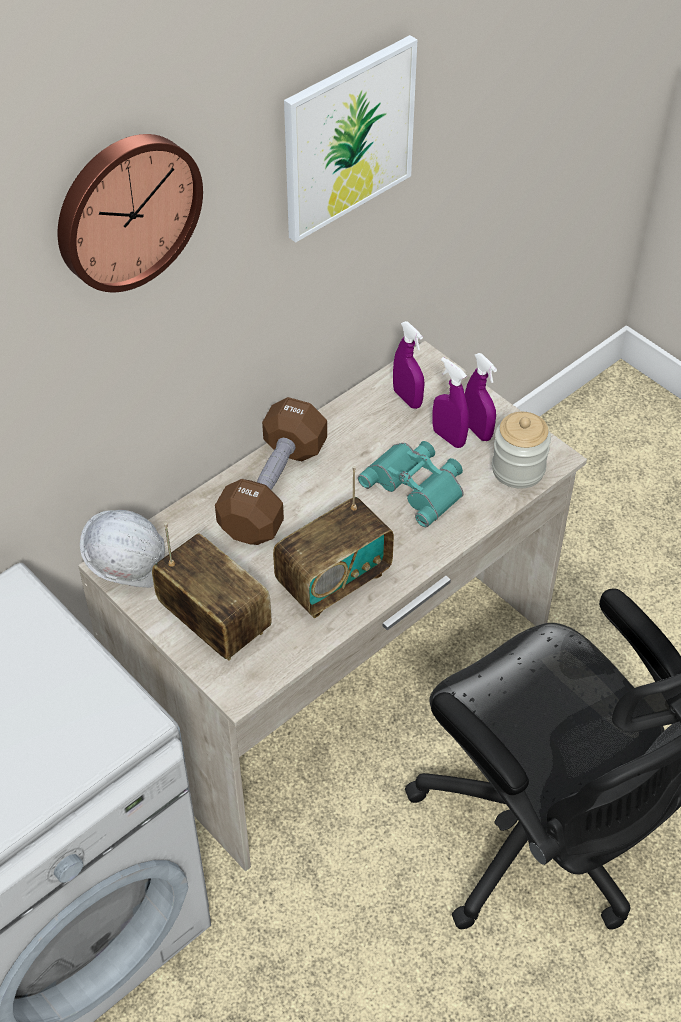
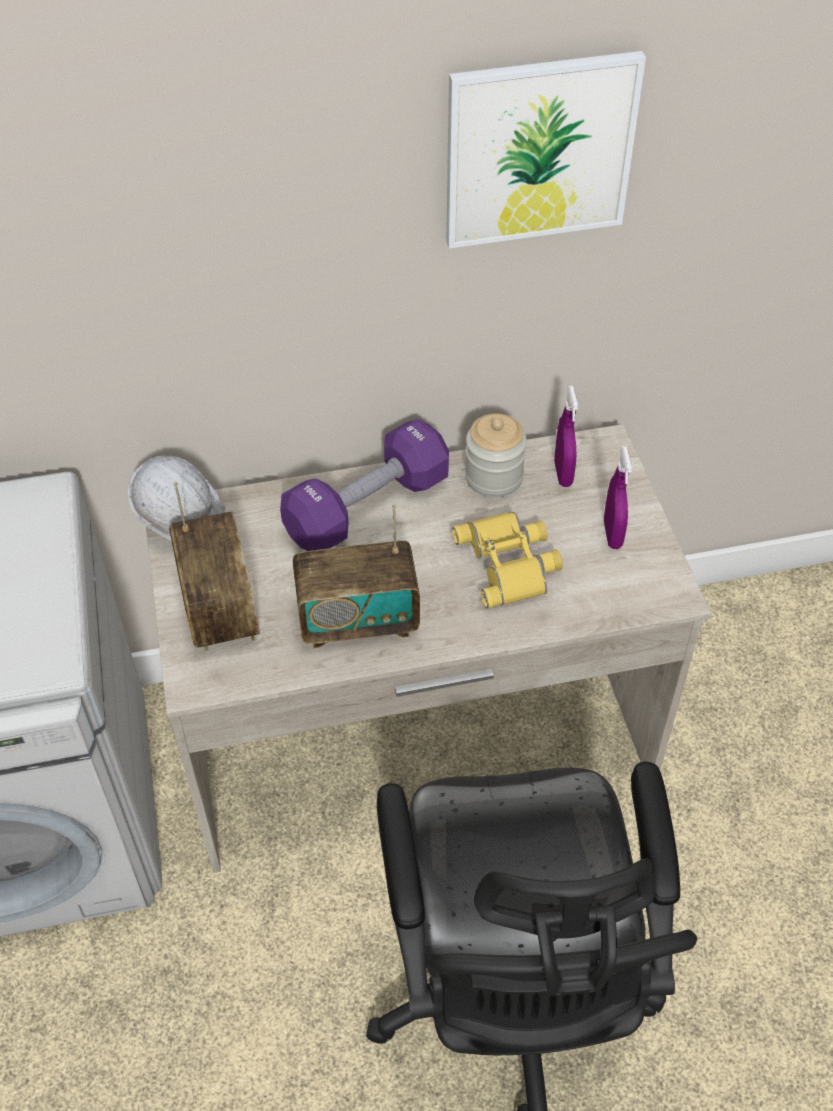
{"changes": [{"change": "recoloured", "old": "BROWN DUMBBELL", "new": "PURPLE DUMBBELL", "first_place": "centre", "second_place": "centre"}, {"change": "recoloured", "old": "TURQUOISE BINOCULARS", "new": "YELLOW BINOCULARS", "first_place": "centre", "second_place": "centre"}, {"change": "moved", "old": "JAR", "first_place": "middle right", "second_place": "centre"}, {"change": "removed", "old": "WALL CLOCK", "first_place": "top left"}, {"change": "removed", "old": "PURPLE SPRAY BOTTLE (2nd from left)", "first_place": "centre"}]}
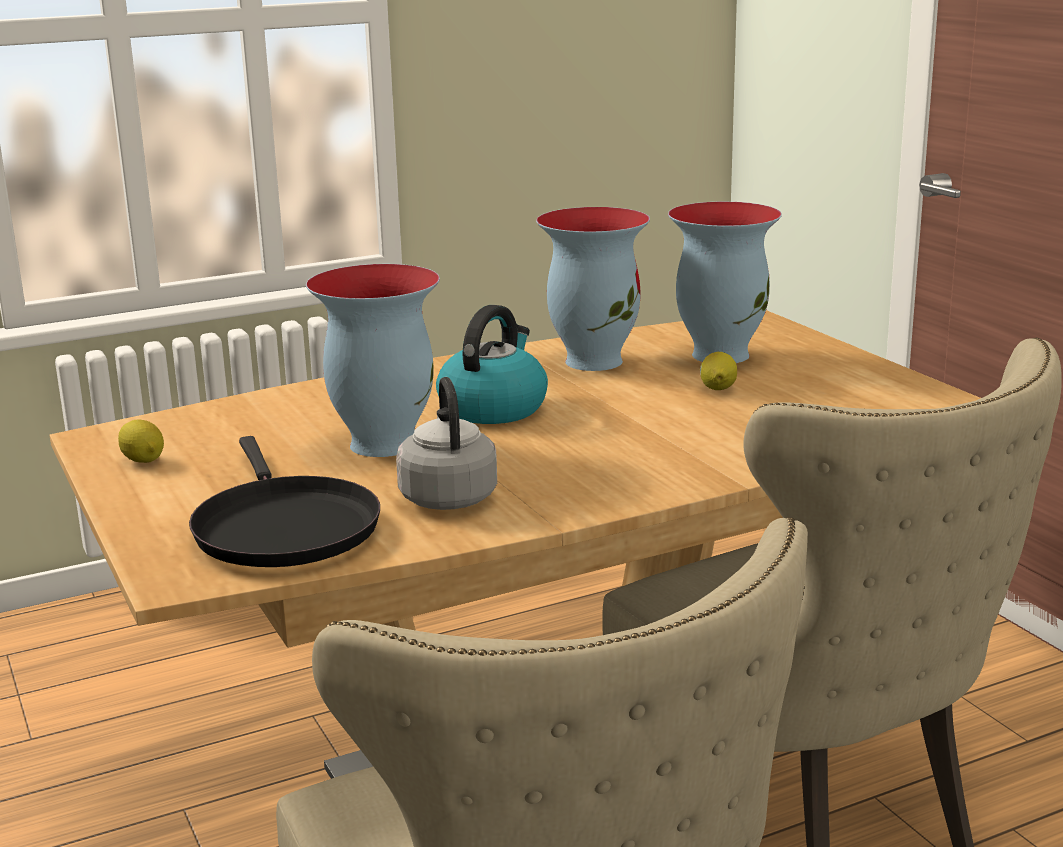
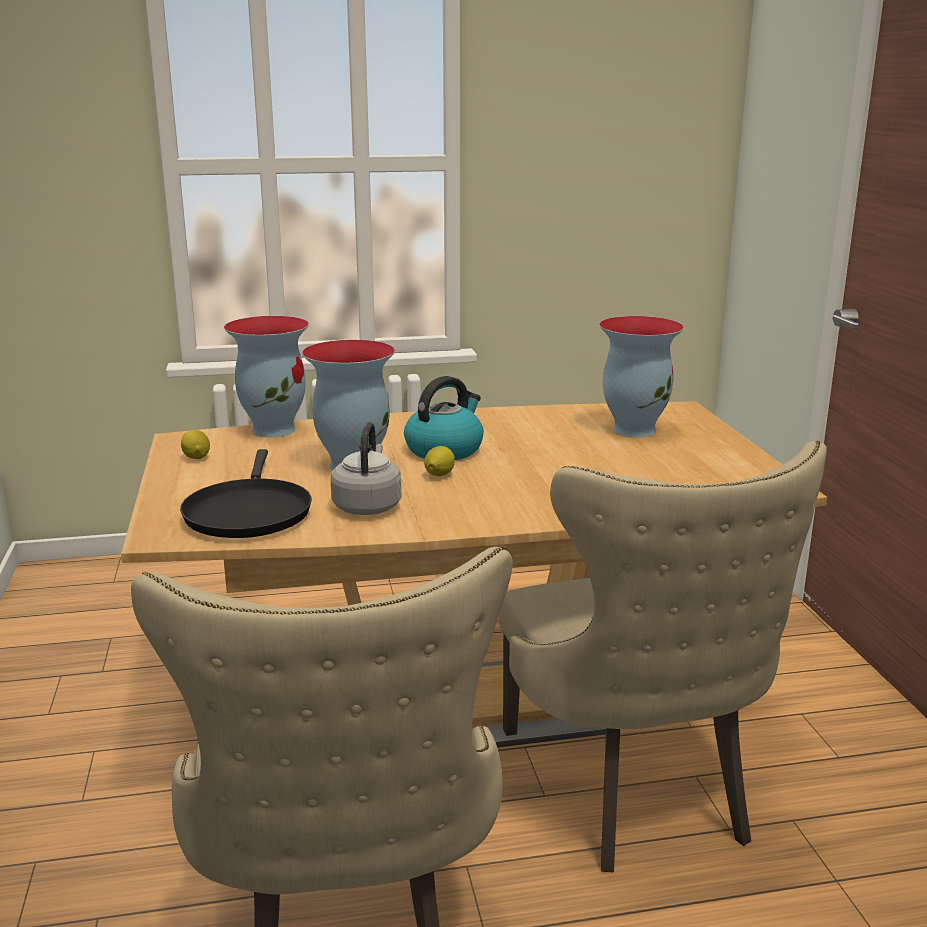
{"changes": [{"change": "moved", "old": "VASE (2nd from left in the first image)", "new": "VASE (1st from left)", "first_place": "centre", "second_place": "middle left"}, {"change": "moved", "old": "LEMON (2nd from left)", "first_place": "middle right", "second_place": "centre"}]}
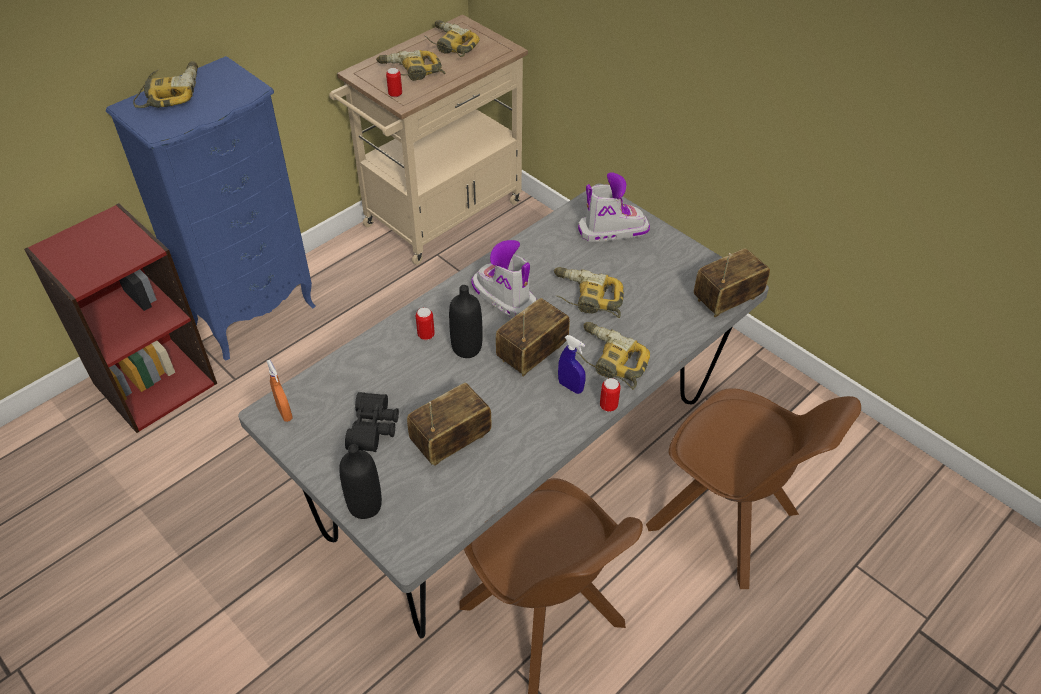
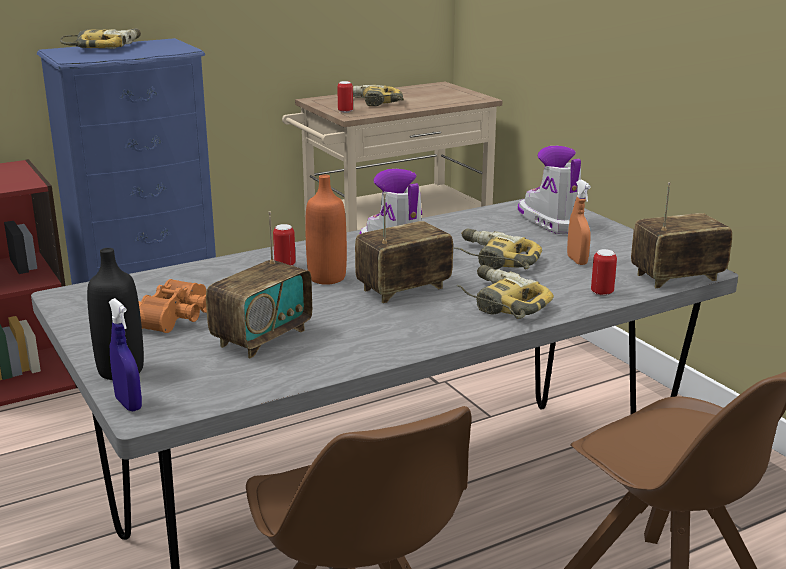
{"changes": [{"change": "moved", "old": "BLUE SPRAY BOTTLE", "first_place": "centre", "second_place": "middle left"}, {"change": "recoloured", "old": "BLACK BINOCULARS", "new": "ORANGE BINOCULARS", "first_place": "centre", "second_place": "middle left"}, {"change": "turned", "old": "RADIO (1st from left)", "first_place": "centre", "second_place": "middle left", "degrees": 150}, {"change": "recoloured", "old": "BLACK BOTTLE (2nd from left)", "new": "ORANGE BOTTLE", "first_place": "centre", "second_place": "centre"}, {"change": "turned", "old": "BOOT (2nd from left)", "first_place": "top centre", "second_place": "middle right", "degrees": -120}, {"change": "moved", "old": "ORANGE SPRAY BOTTLE", "first_place": "middle left", "second_place": "middle right"}, {"change": "moved", "old": "CAN (3rd from left)", "first_place": "centre", "second_place": "middle right"}, {"change": "removed", "old": "POWER DRILL (3rd from left)", "first_place": "top centre"}]}
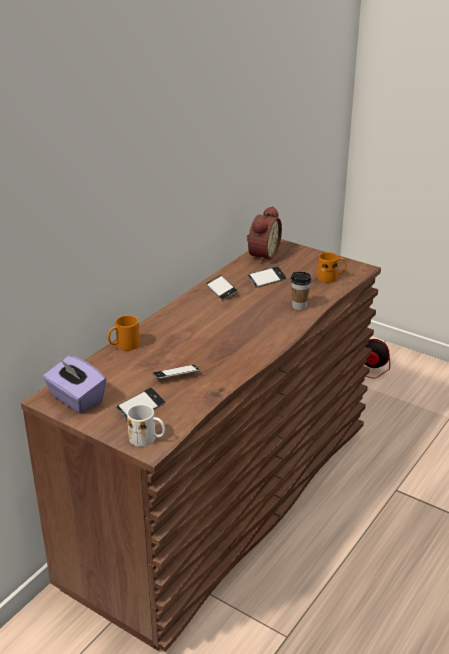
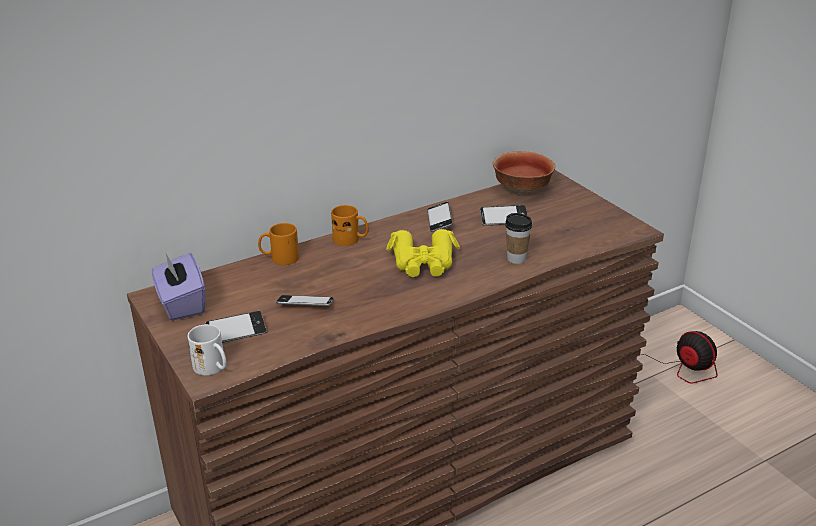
{"changes": [{"change": "moved", "old": "ORANGE MUG (2nd from left)", "first_place": "middle right", "second_place": "centre"}, {"change": "added", "new": "YELLOW BINOCULARS", "second_place": "centre"}, {"change": "replaced", "old": "ALARM CLOCK", "new": "BOWL", "first_place": "centre", "second_place": "top centre"}]}
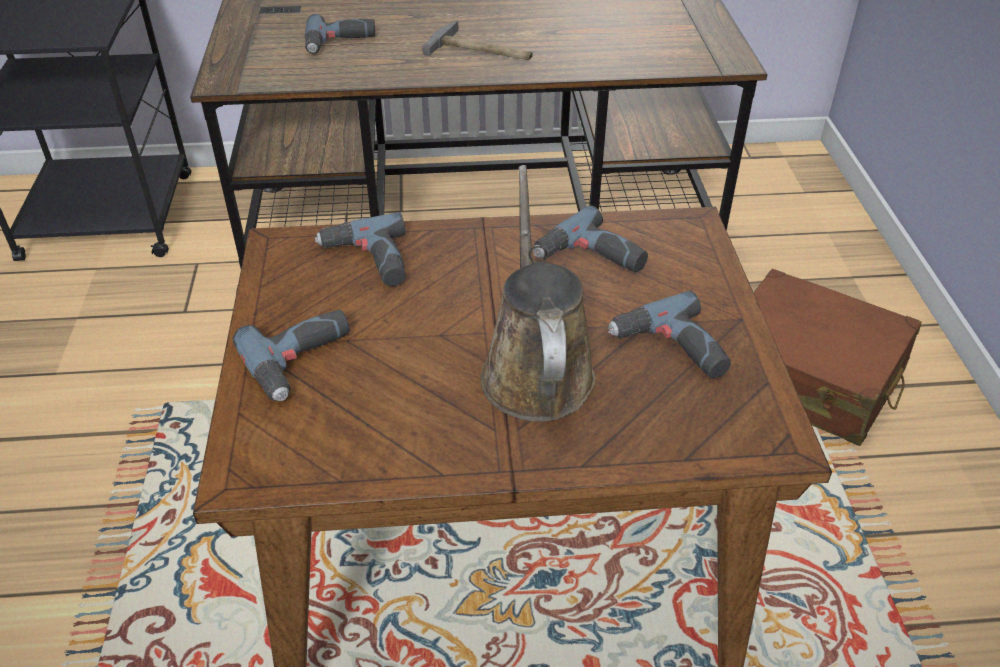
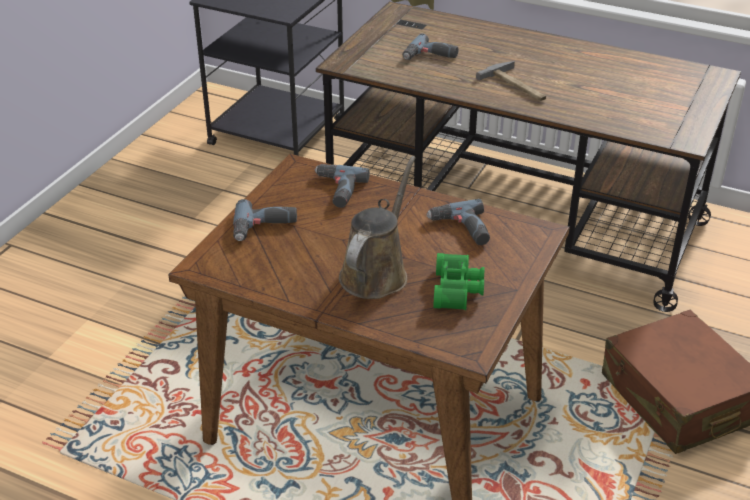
{"changes": [{"change": "replaced", "old": "POWER DRILL (5th from left)", "new": "GREEN BINOCULARS", "first_place": "middle right", "second_place": "centre"}]}
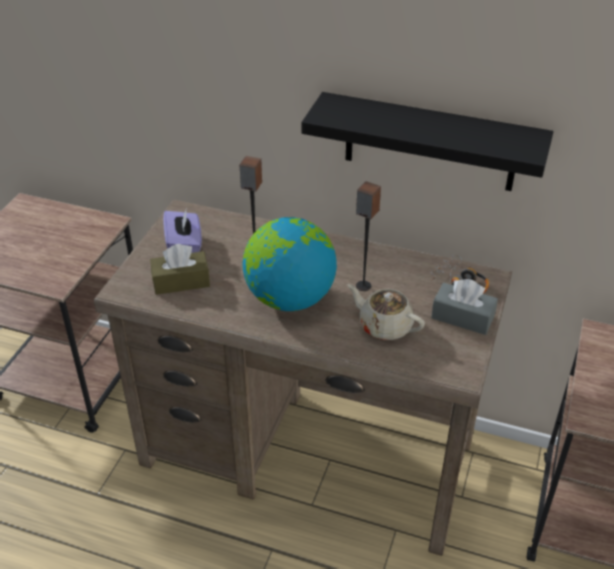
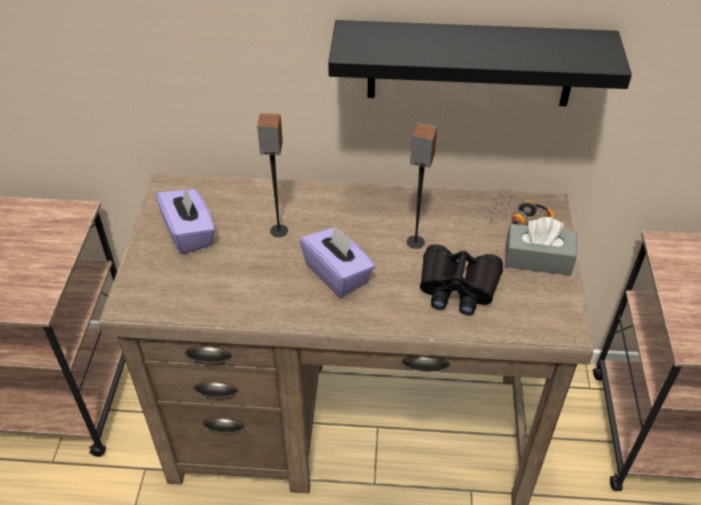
{"changes": [{"change": "replaced", "old": "GLOBE", "new": "PURPLE TISSUE BOX (2nd from left)", "first_place": "centre", "second_place": "centre"}, {"change": "replaced", "old": "BEIGE TEAPOT", "new": "BLACK BINOCULARS", "first_place": "centre", "second_place": "centre"}, {"change": "removed", "old": "BROWN TISSUE BOX", "first_place": "middle left"}]}
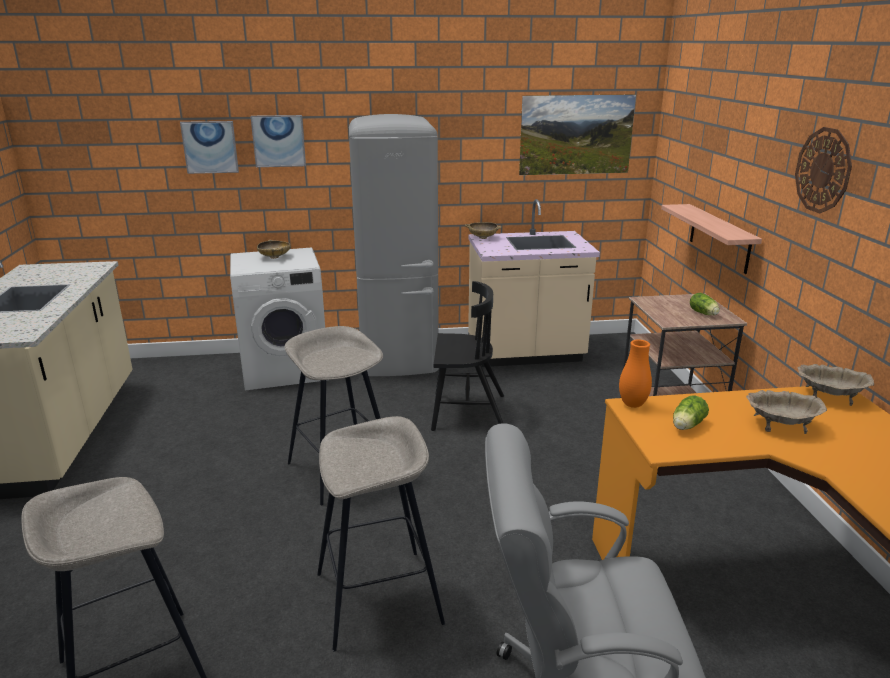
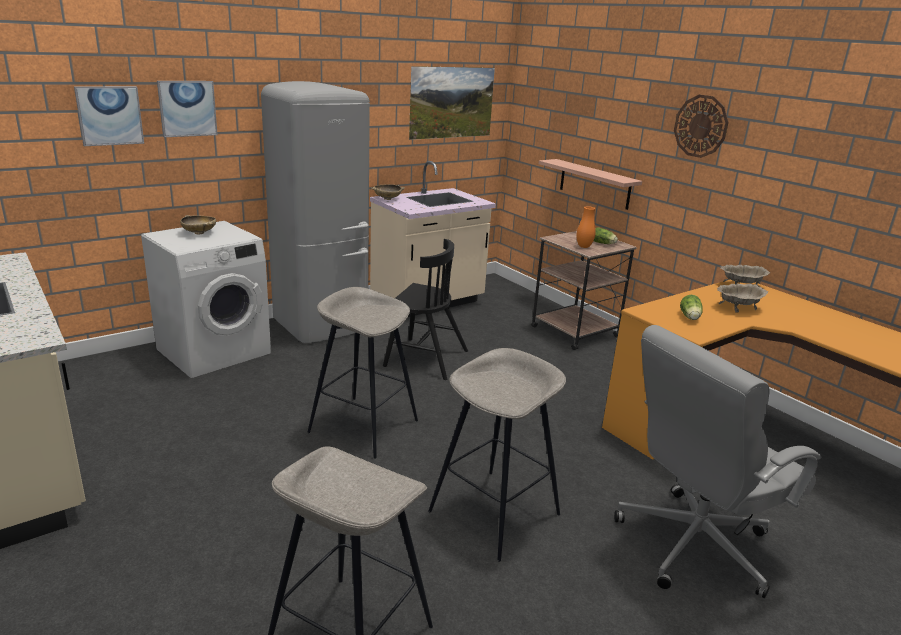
{"changes": [{"change": "turned", "old": "BLACK CHAIR", "first_place": "centre", "second_place": "centre", "degrees": 45}, {"change": "moved", "old": "ORANGE VASE", "first_place": "middle right", "second_place": "centre"}]}
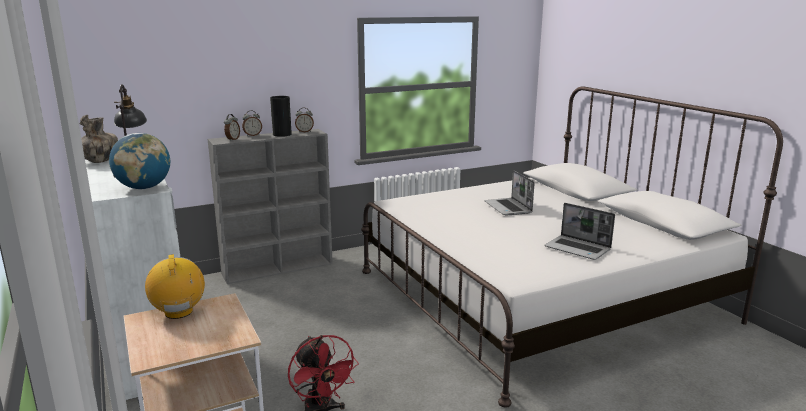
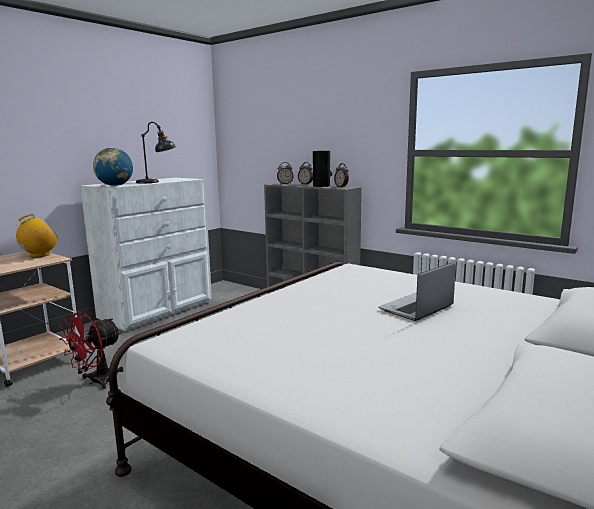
{"changes": [{"change": "removed", "old": "VASE (1st from left)", "first_place": "middle left"}, {"change": "removed", "old": "LAPTOP (2nd from left)", "first_place": "middle right"}]}
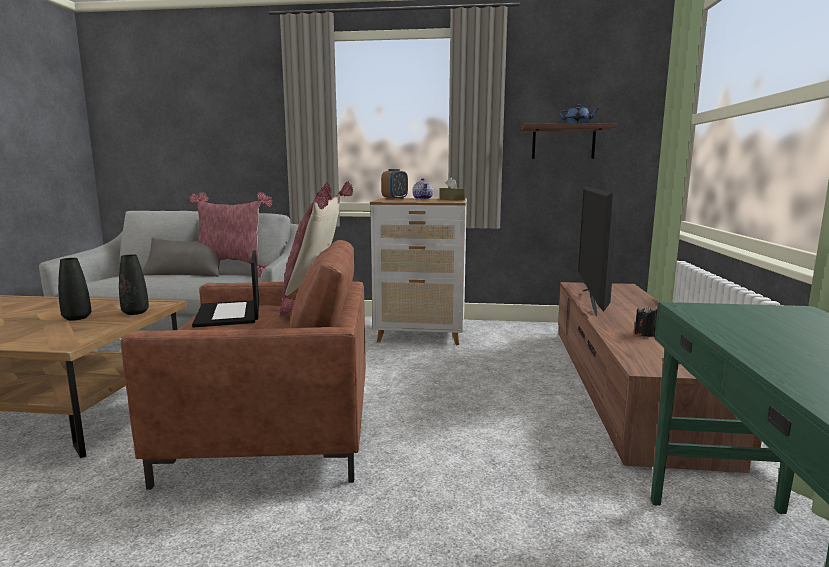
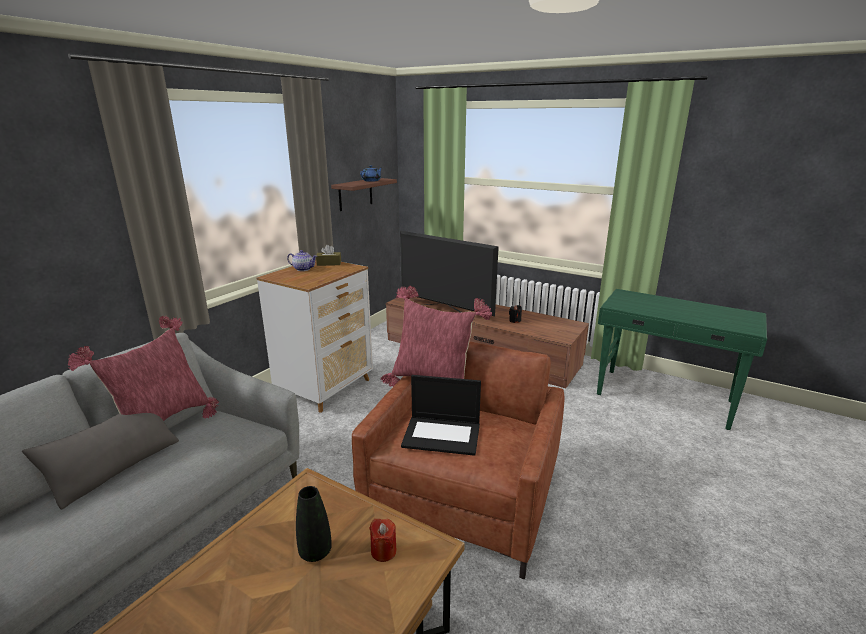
{"changes": [{"change": "added", "new": "RED CANDLE", "second_place": "bottom centre"}, {"change": "removed", "old": "BLACK VASE (2nd from left)", "first_place": "middle left"}, {"change": "removed", "old": "ALARM CLOCK", "first_place": "top centre"}]}
